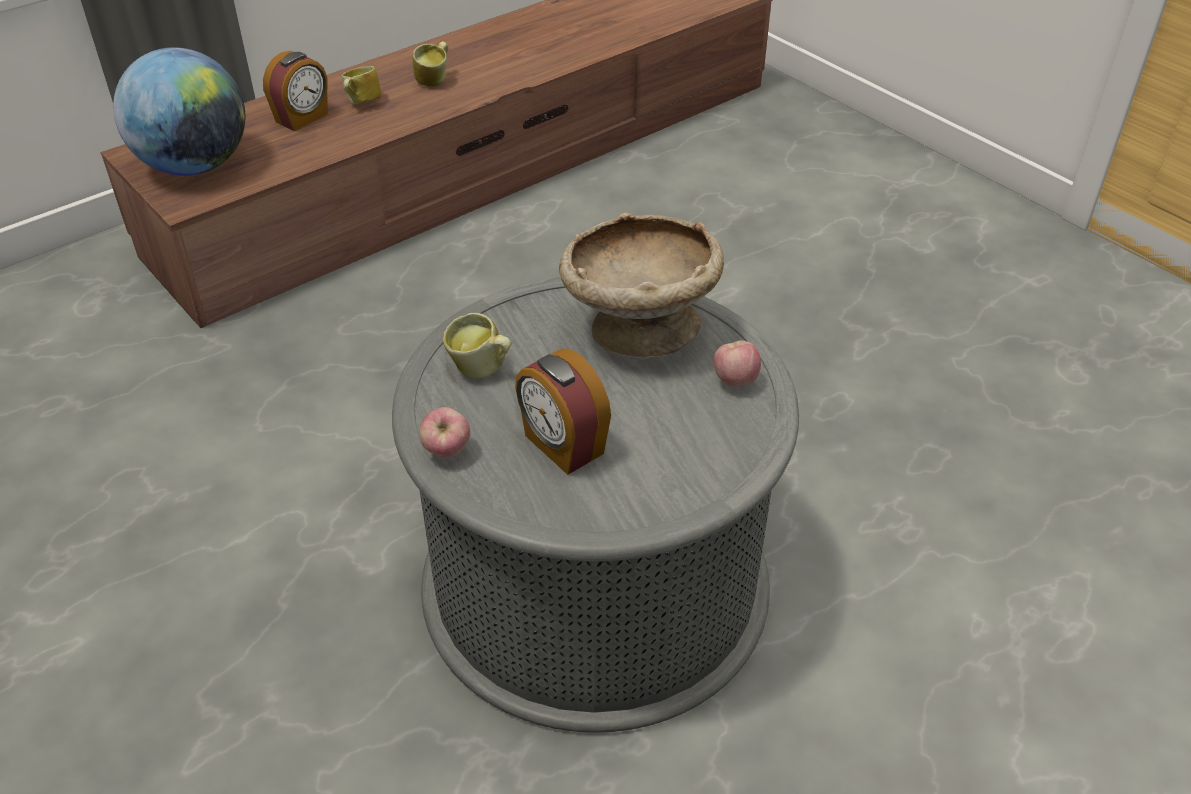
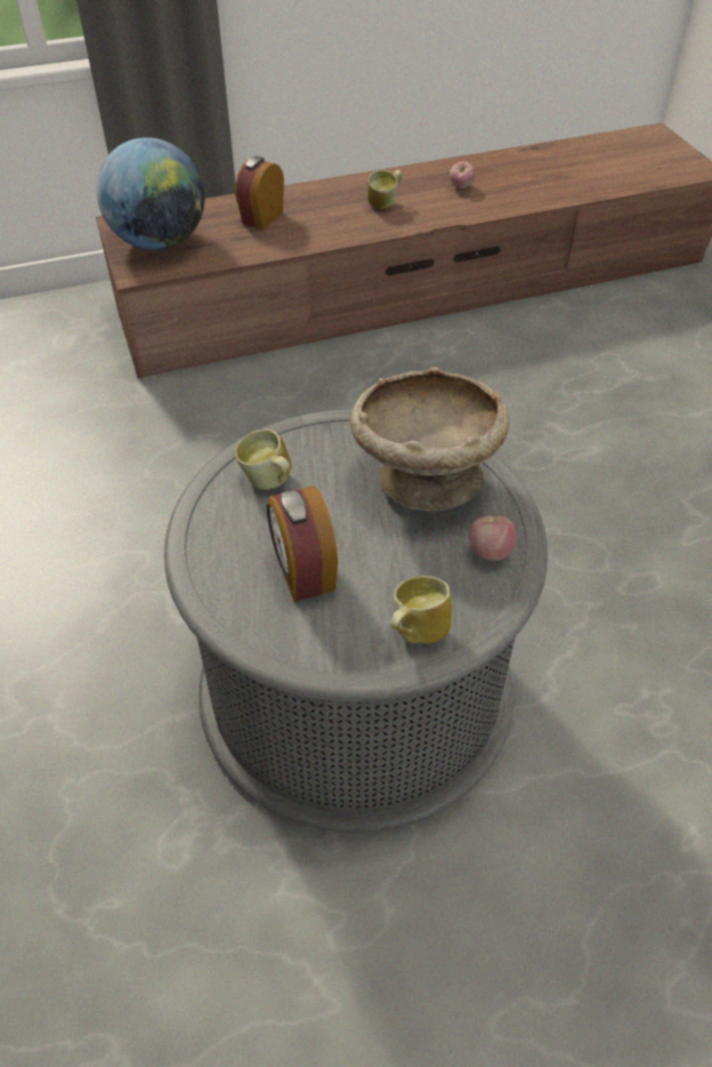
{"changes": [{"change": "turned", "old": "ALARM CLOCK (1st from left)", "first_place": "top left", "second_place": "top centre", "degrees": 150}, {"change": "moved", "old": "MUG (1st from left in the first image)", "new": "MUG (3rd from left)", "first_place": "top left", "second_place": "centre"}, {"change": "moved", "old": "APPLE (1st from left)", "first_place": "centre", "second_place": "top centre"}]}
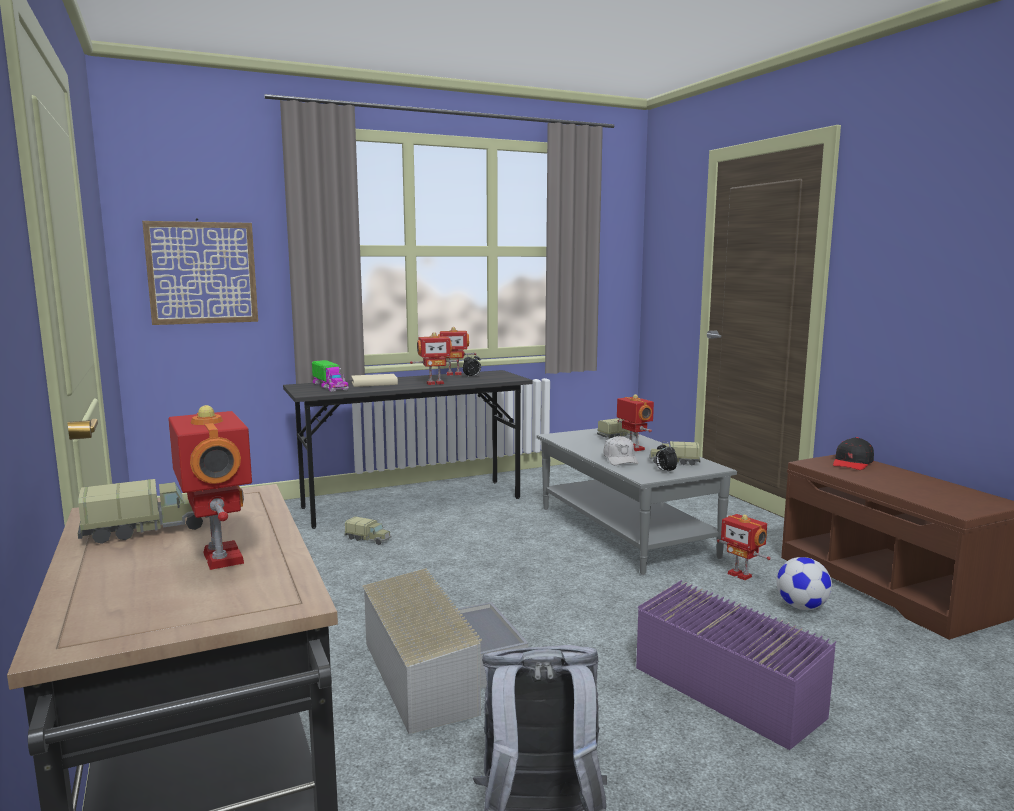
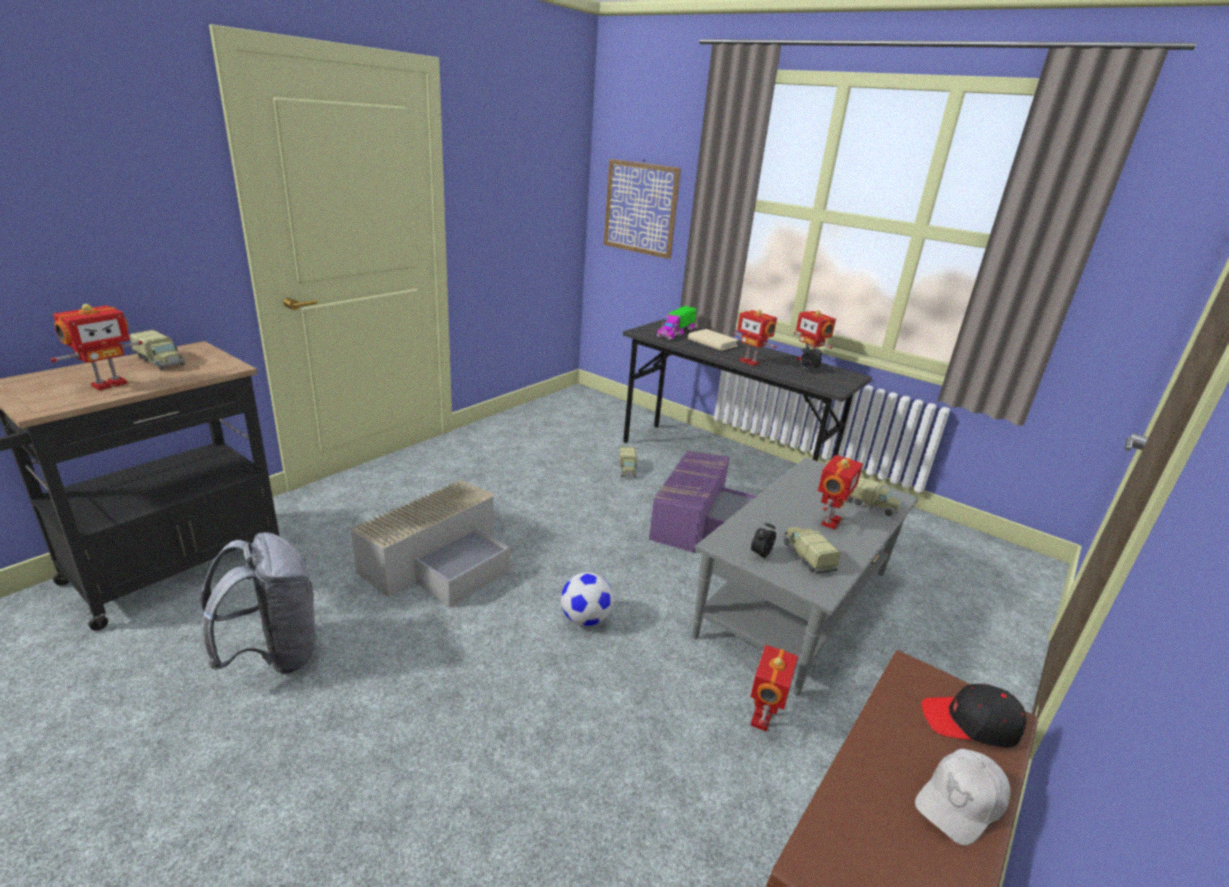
{"changes": [{"change": "moved", "old": "FOOTBALL", "first_place": "bottom right", "second_place": "bottom centre"}, {"change": "moved", "old": "PURPLE STORAGE BOX", "first_place": "bottom right", "second_place": "centre"}, {"change": "moved", "old": "WHITE CAP", "first_place": "centre", "second_place": "bottom right"}]}
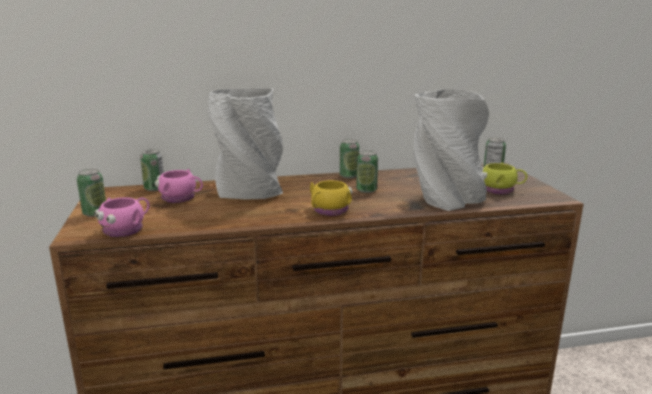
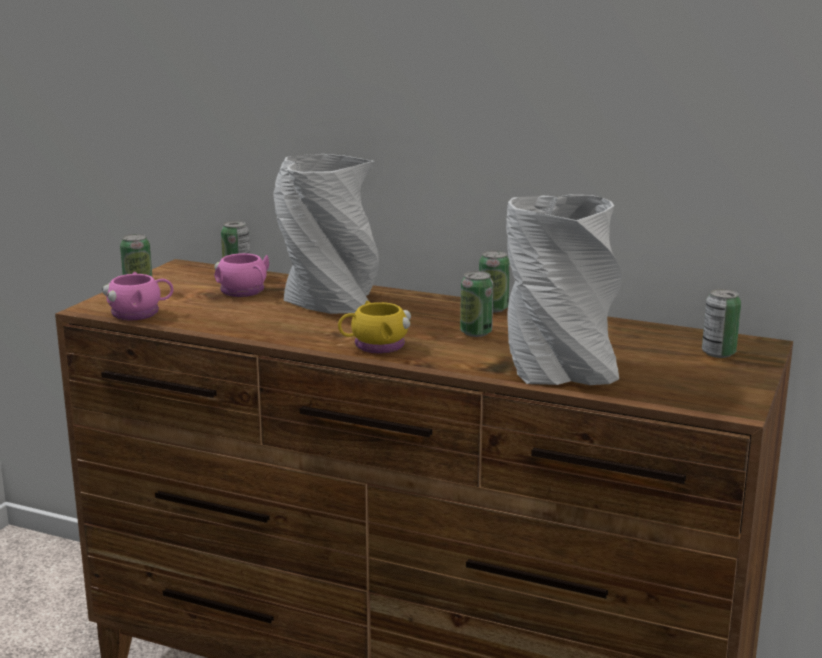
{"changes": [{"change": "removed", "old": "YELLOW MUG (2nd from left)", "first_place": "middle right"}]}
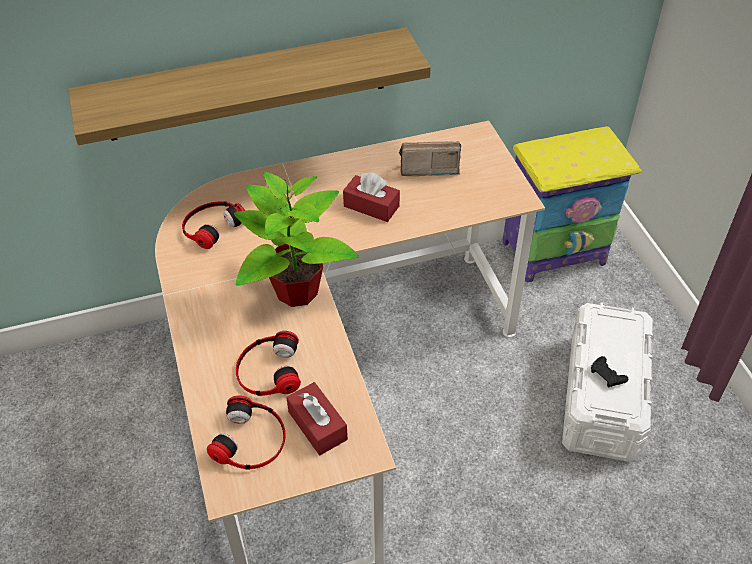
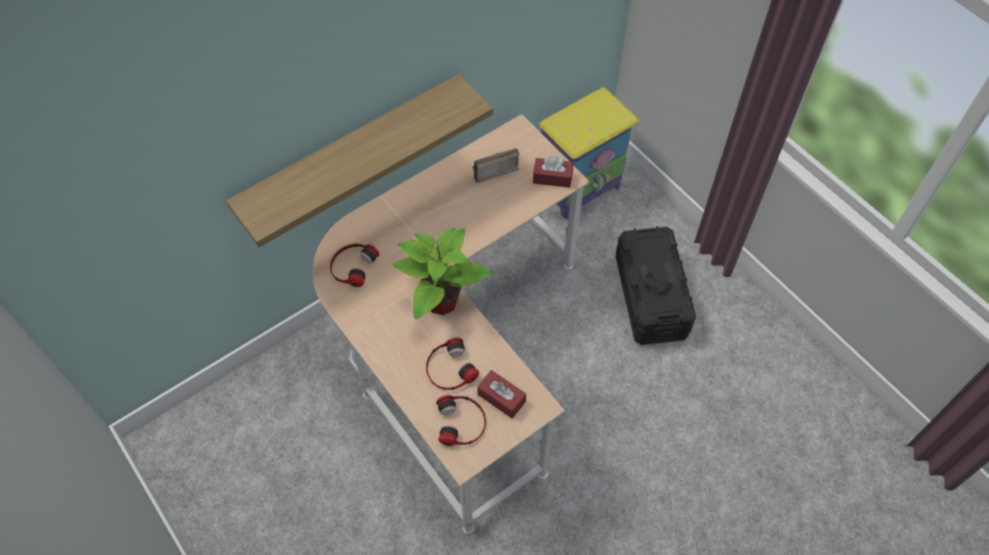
{"changes": [{"change": "moved", "old": "RED TISSUE BOX (2nd from left)", "first_place": "centre", "second_place": "top centre"}, {"change": "recoloured", "old": "WHITE STORAGE BOX", "new": "BLACK STORAGE BOX", "first_place": "bottom right", "second_place": "centre"}]}
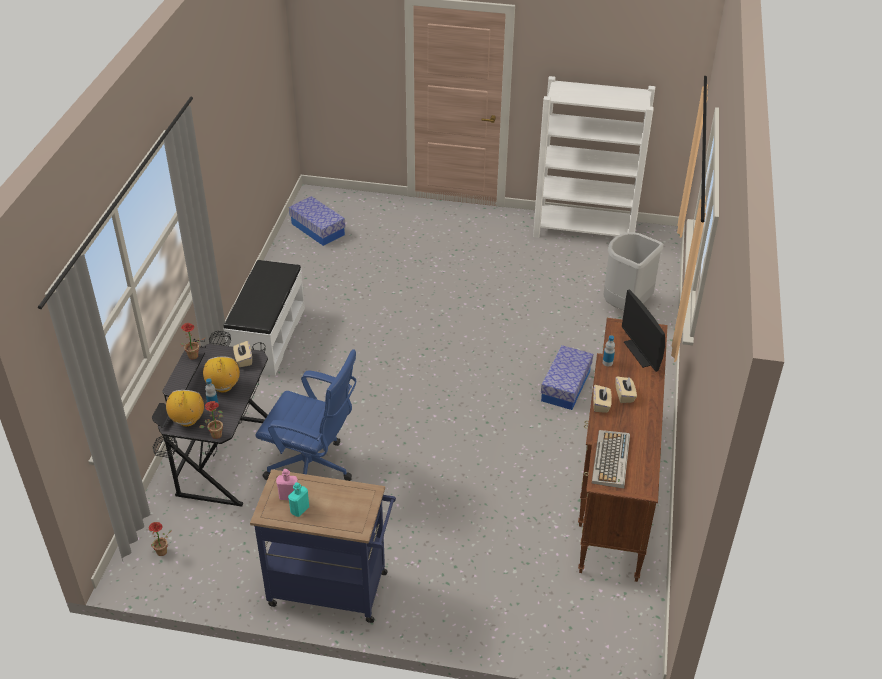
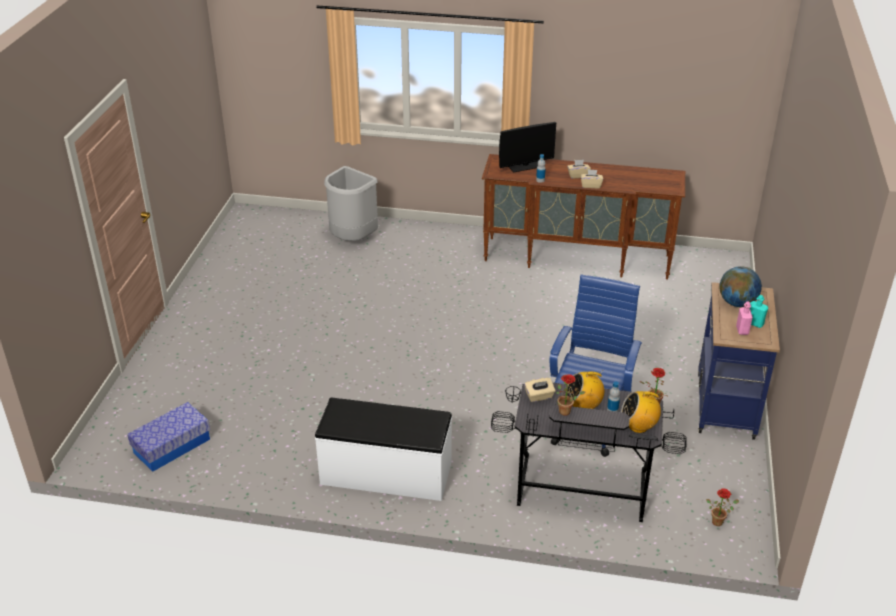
{"changes": [{"change": "added", "new": "GLOBE", "second_place": "middle right"}, {"change": "removed", "old": "WHITE BOOKCASE", "first_place": "top right"}, {"change": "removed", "old": "STORAGE BOX (2nd from left)", "first_place": "centre"}, {"change": "removed", "old": "KEYBOARD", "first_place": "bottom right"}]}
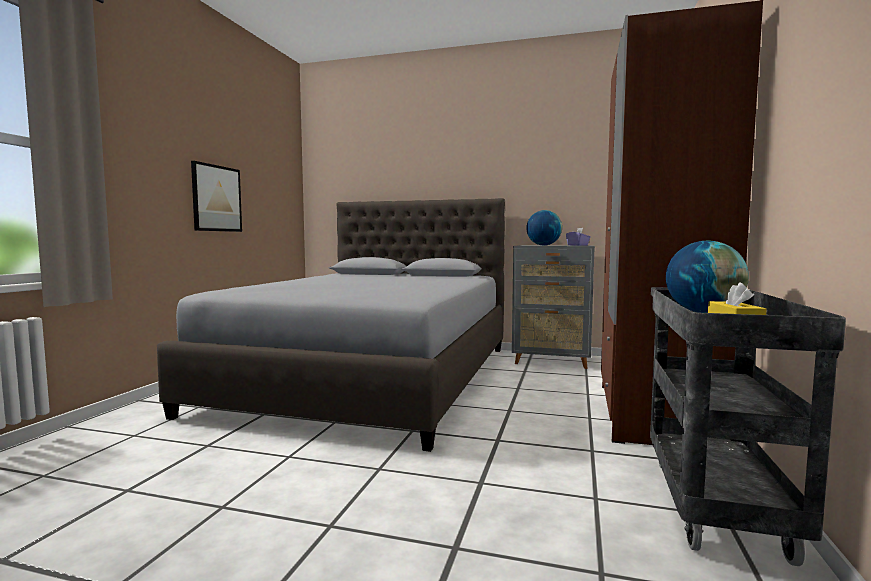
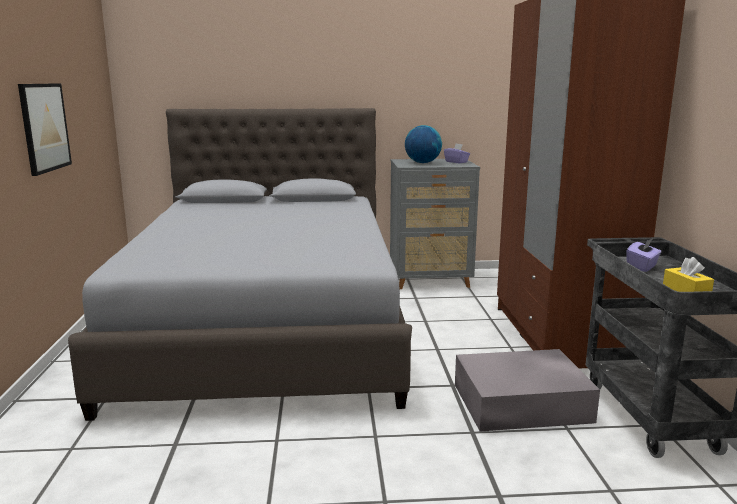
{"changes": [{"change": "added", "new": "GREY STORAGE BOX", "second_place": "bottom right"}, {"change": "replaced", "old": "GLOBE (2nd from left)", "new": "PURPLE TISSUE BOX (2nd from left)", "first_place": "middle right", "second_place": "middle right"}]}
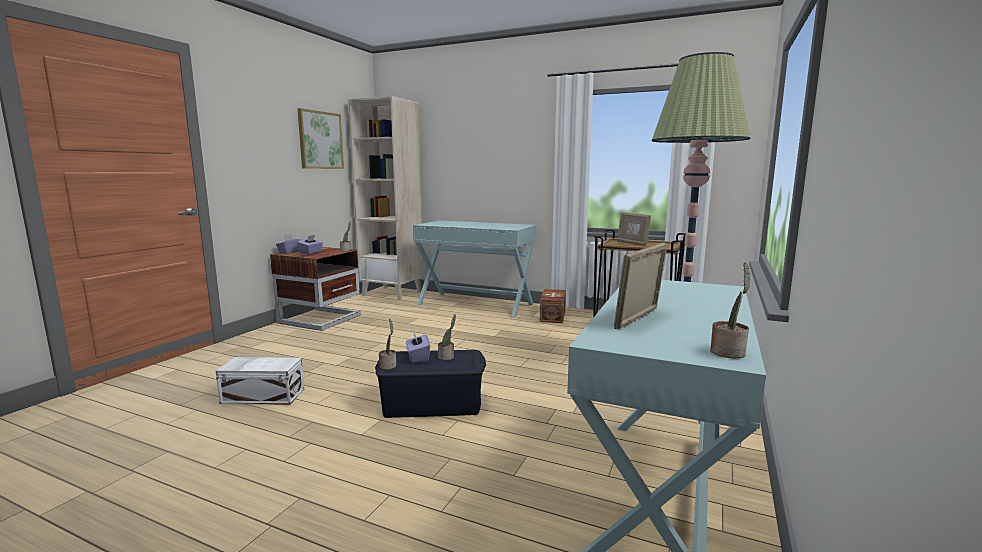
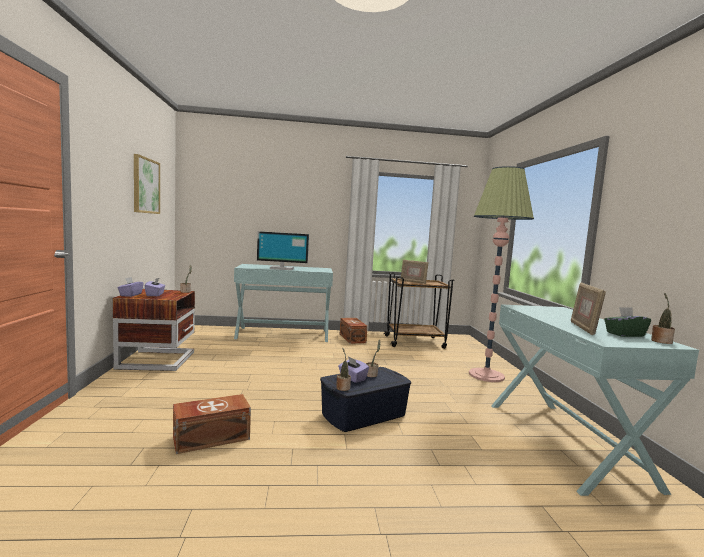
{"changes": [{"change": "recoloured", "old": "WHITE STORAGE BOX", "new": "BROWN STORAGE BOX (1st from left)", "first_place": "bottom left", "second_place": "bottom left"}, {"change": "added", "new": "MONITOR", "second_place": "centre"}, {"change": "added", "new": "GREEN TISSUE BOX", "second_place": "middle right"}, {"change": "removed", "old": "BEIGE BOOKCASE", "first_place": "centre"}]}
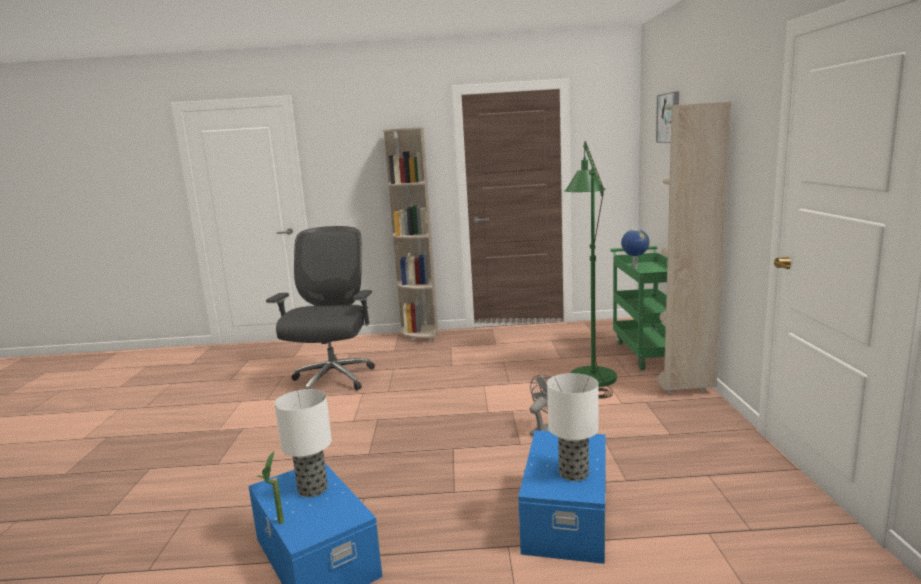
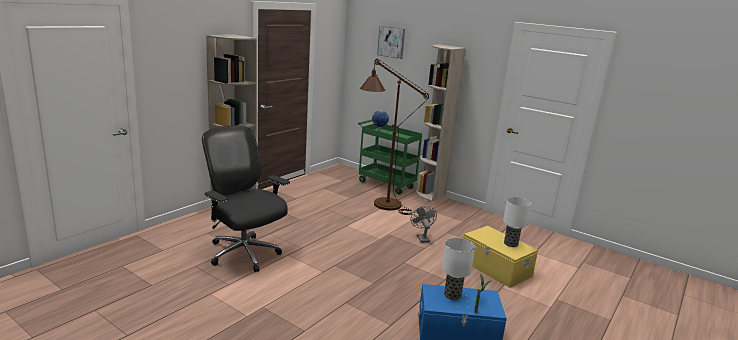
{"changes": [{"change": "recoloured", "old": "GREEN FLOOR LAMP", "new": "BROWN FLOOR LAMP", "first_place": "centre", "second_place": "centre"}, {"change": "recoloured", "old": "BLUE STORAGE BOX (2nd from left)", "new": "YELLOW STORAGE BOX", "first_place": "bottom centre", "second_place": "bottom right"}]}
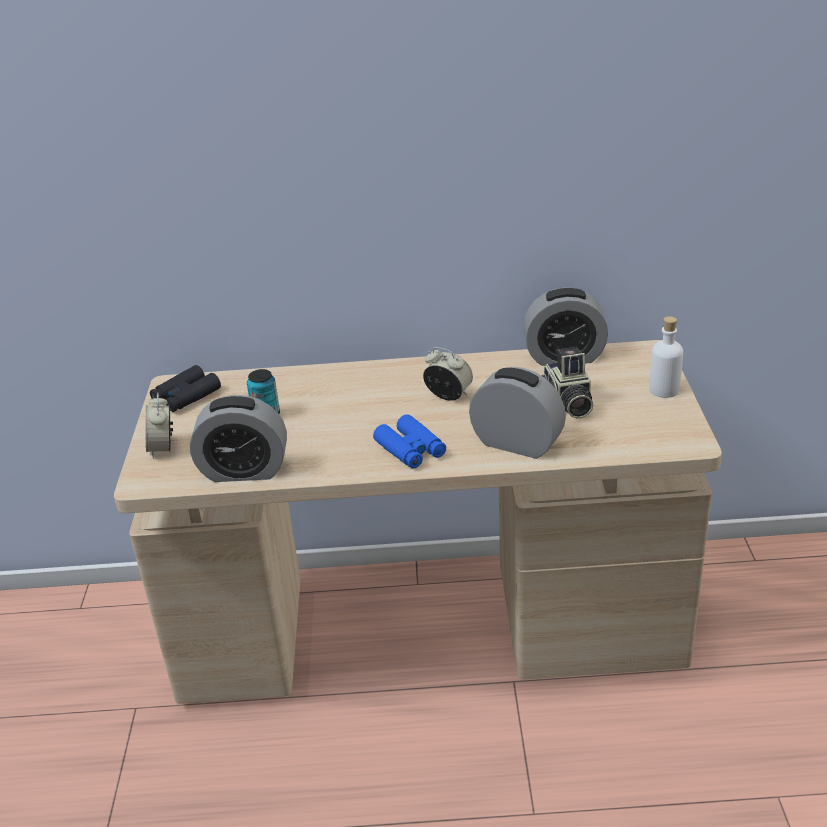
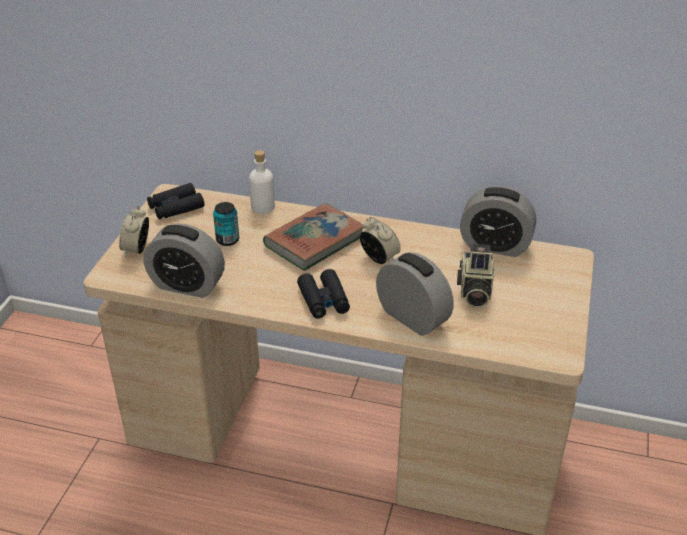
{"changes": [{"change": "moved", "old": "WHITE BOTTLE", "first_place": "middle right", "second_place": "centre"}, {"change": "added", "new": "BOOK", "second_place": "centre"}, {"change": "recoloured", "old": "BLUE BINOCULARS", "new": "BLACK BINOCULARS (2nd from left)", "first_place": "centre", "second_place": "centre"}]}
